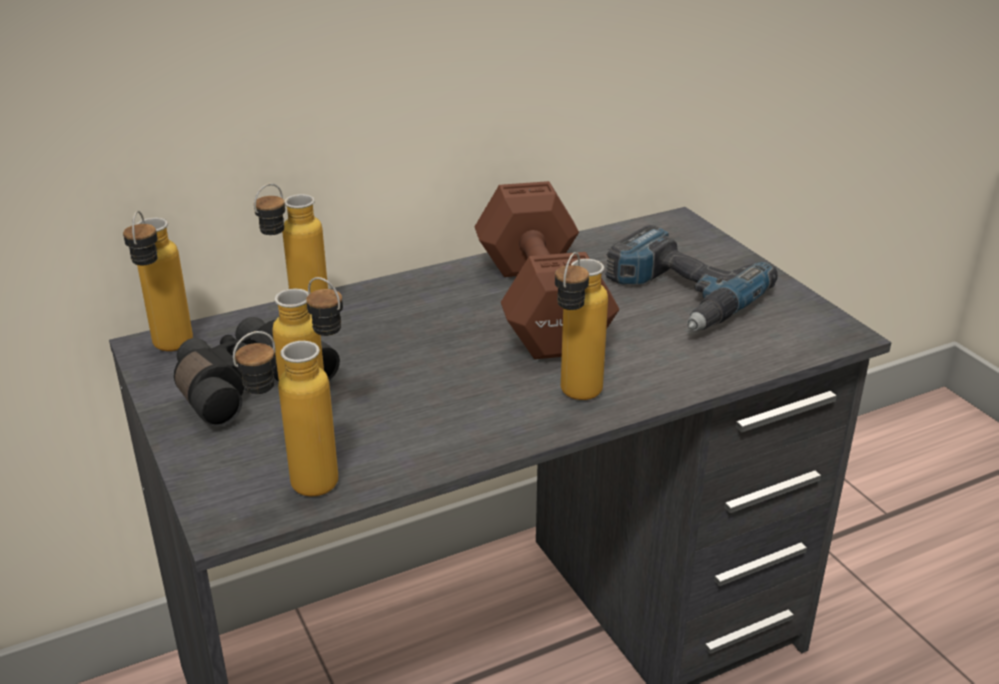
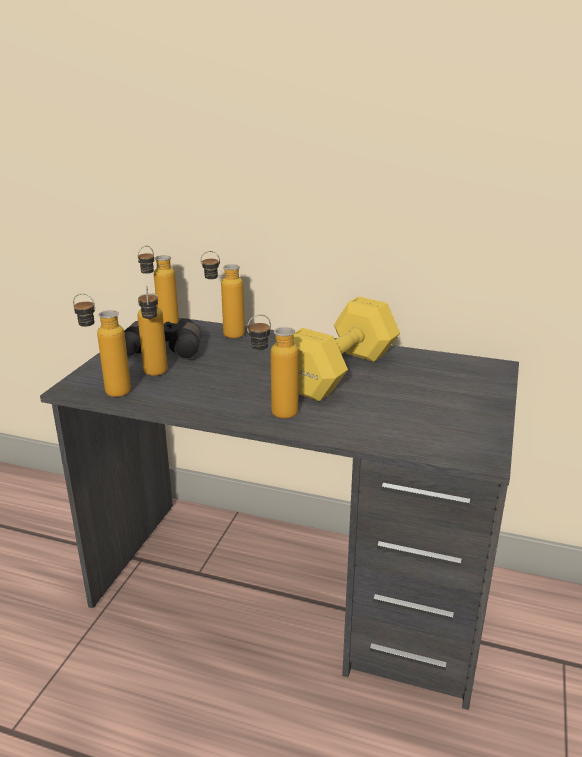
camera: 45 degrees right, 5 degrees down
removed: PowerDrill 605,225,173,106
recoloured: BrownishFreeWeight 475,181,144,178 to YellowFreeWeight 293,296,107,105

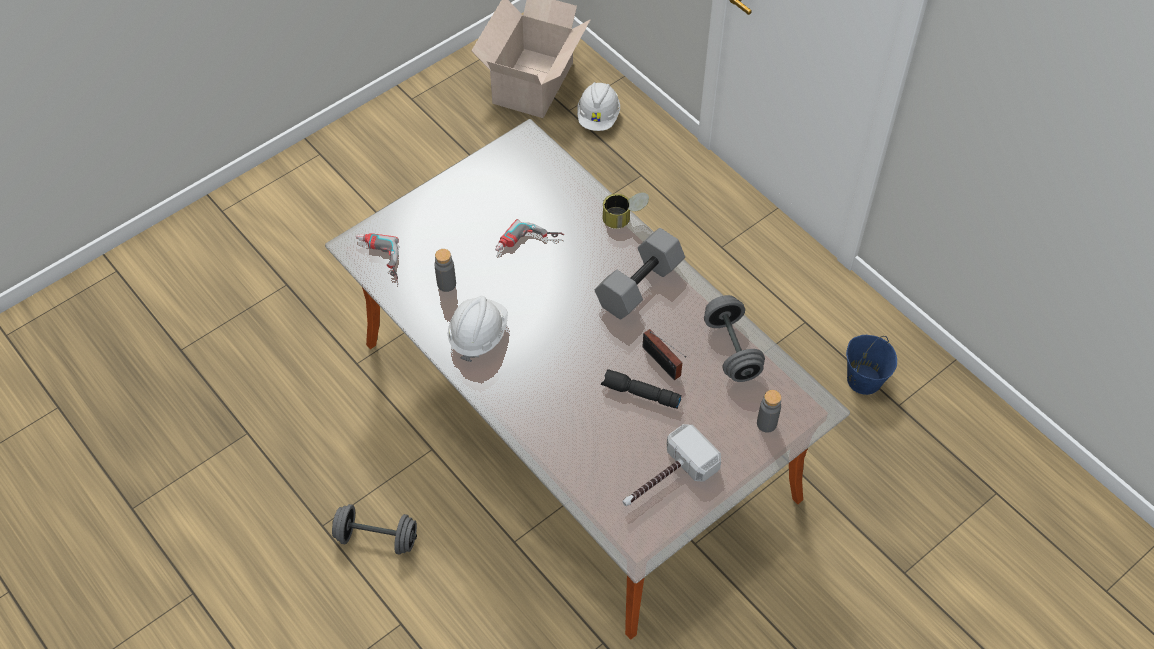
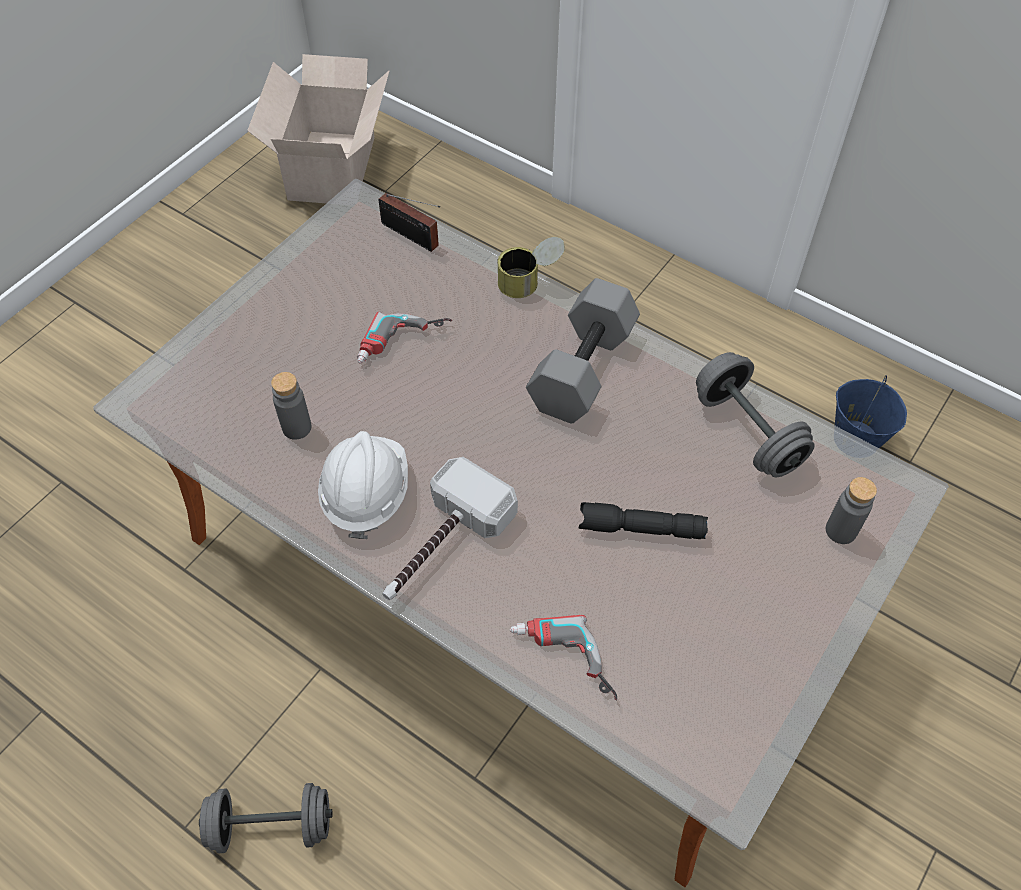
camera: 15 degrees left, 0 degrees up
removed: WhitishHardHat 577,82,43,49
moved: PowerDrill 356,233,43,47 to 510,615,107,85; ToolHammer 622,424,99,82 to 382,457,136,143; Radio 642,329,44,51 to 378,193,62,59

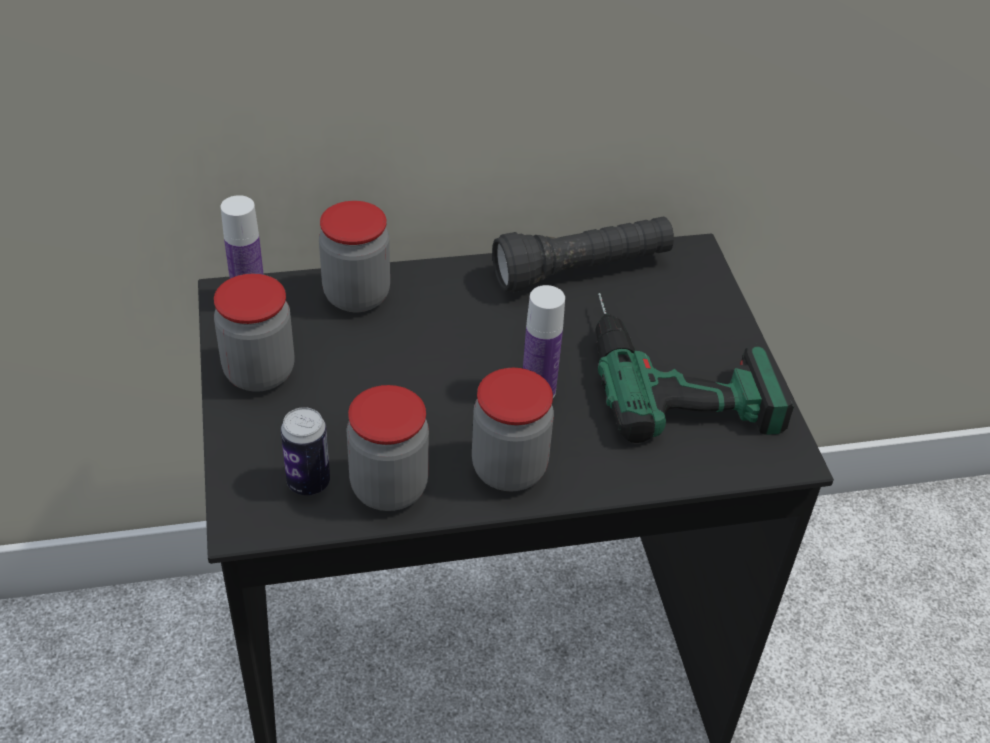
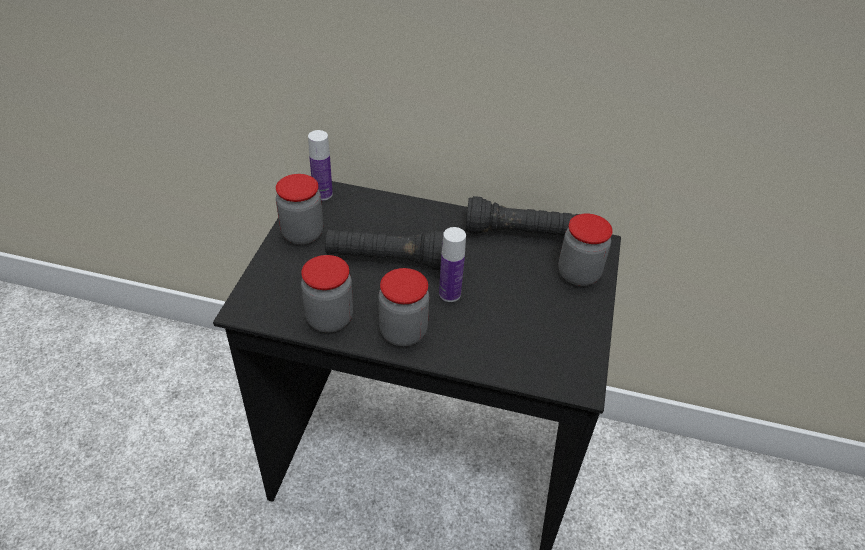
camera: 25 degrees right, 0 degrees up
removed: MetalCan 281,407,49,88; PowerDrill 595,293,199,150
added: BlackColouredTorch 325,230,119,40
moved: Jar 319,201,71,111 to 558,214,55,72

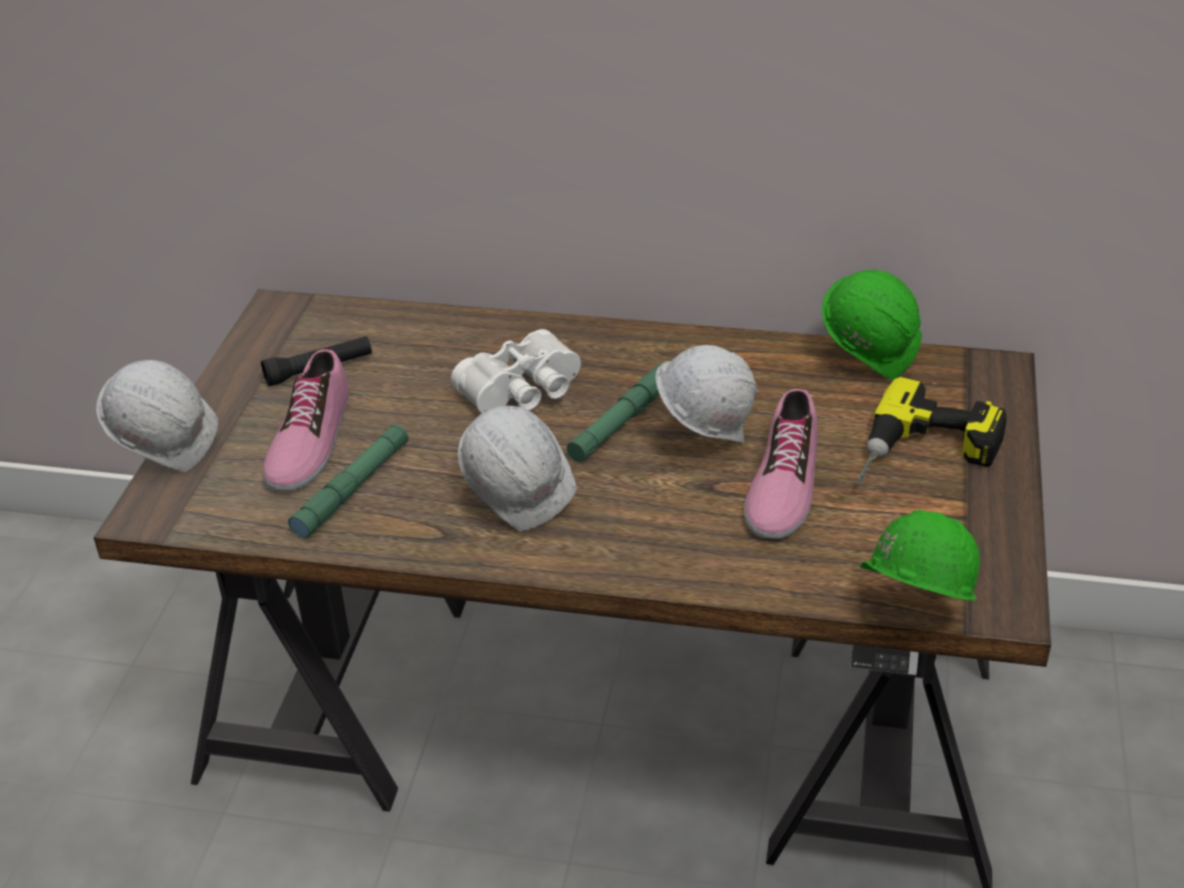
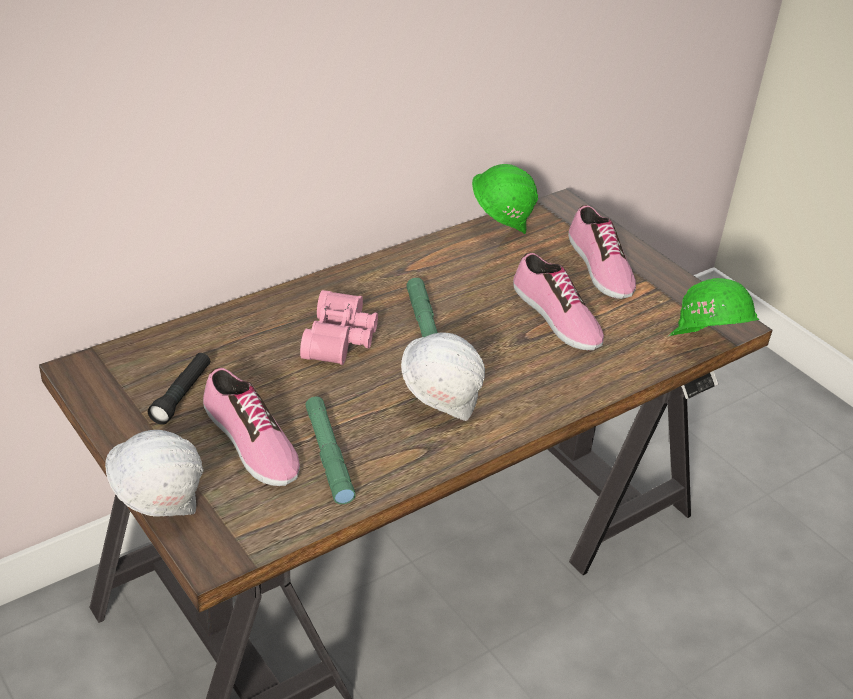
camera: 50 degrees left, 0 degrees up
removed: WhitishHardHat 655,345,103,98
replaced: PowerDrill 855,377,152,109 to ItemOfFootwear 568,205,68,94
recoloured: WhitishBinoculars 451,329,130,84 to PinkishBinoculars 300,290,78,75

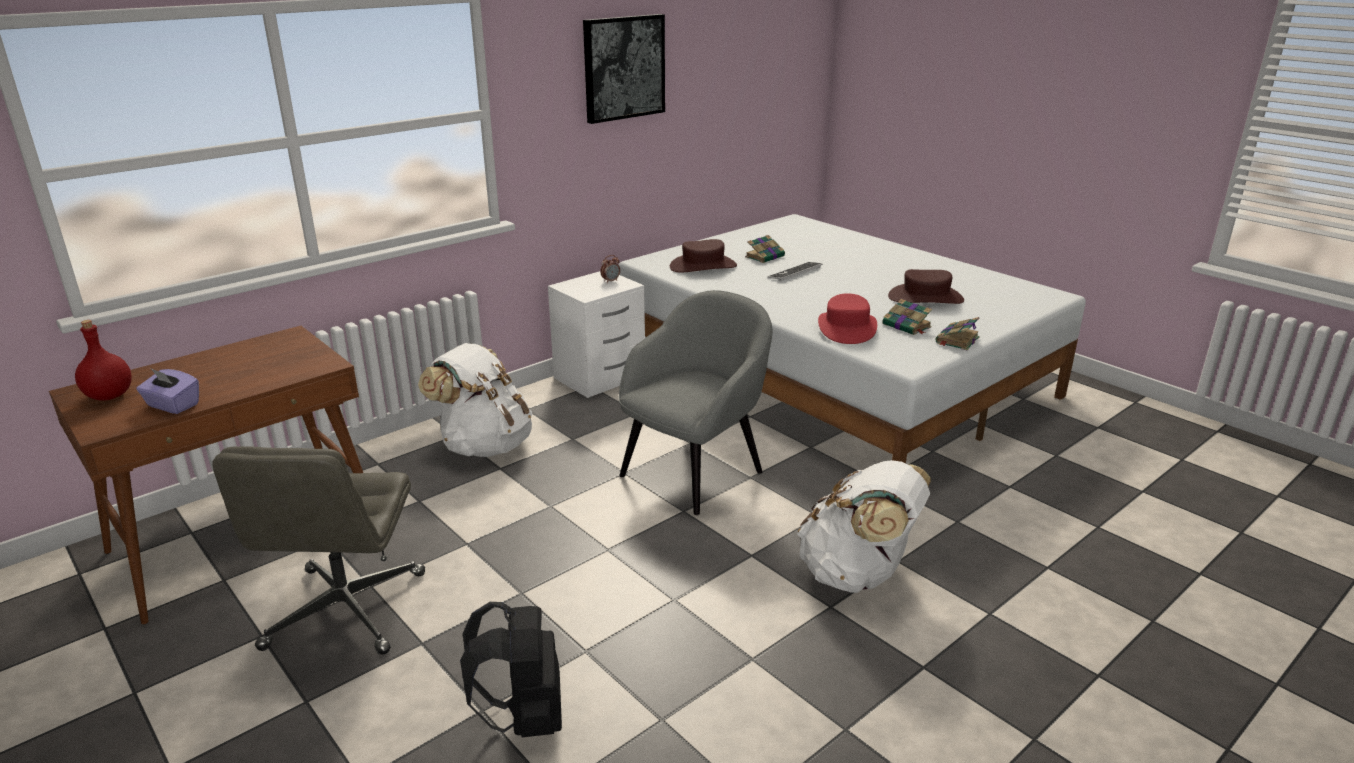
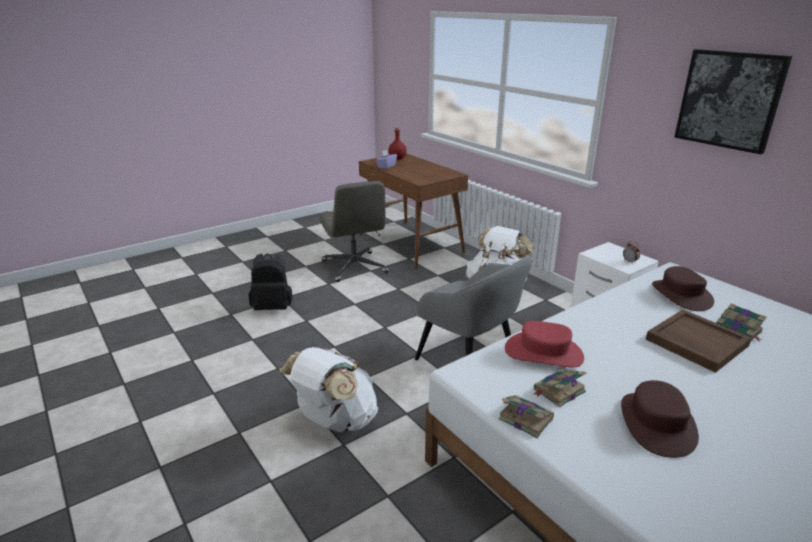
camera: 95 degrees right, 0 degrees up
replaced: Keyboard 767,262,56,19 to BrownishServingTray 646,310,106,63
turned: GreyComputerChair 212,446,213,209 = 319,181,70,101 120 degrees counterclockwise

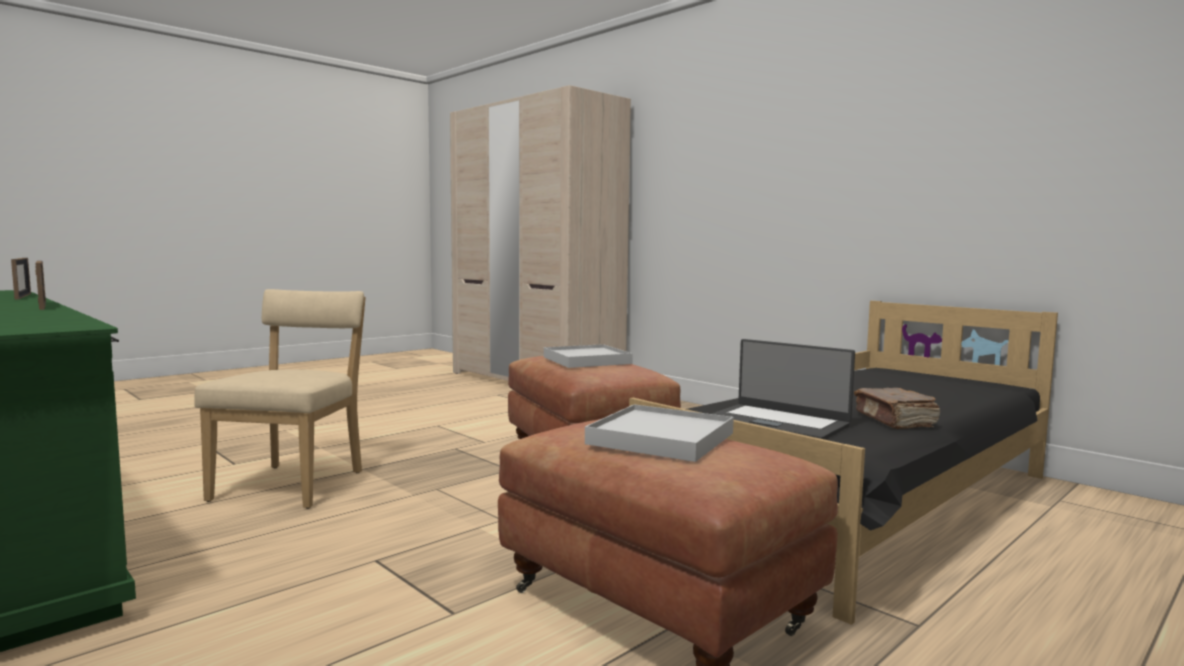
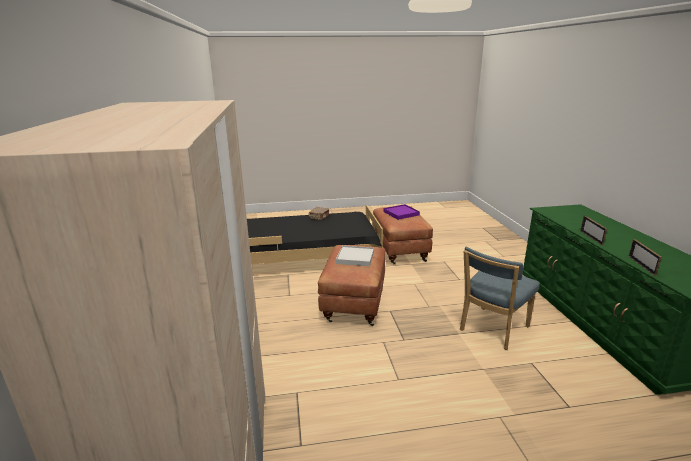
camera: 145 degrees left, 15 degrees up
removed: PortableComputer 712,339,143,101
recoloured: BeigeColouredPlainChair 194,289,172,220 to BlueColouredPlainChair 460,247,80,103; WhitishServingTray 585,404,149,58 to PurplishServingTray 384,204,36,16

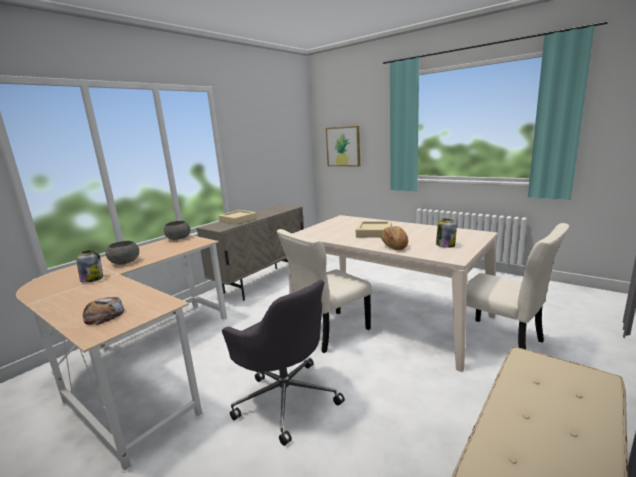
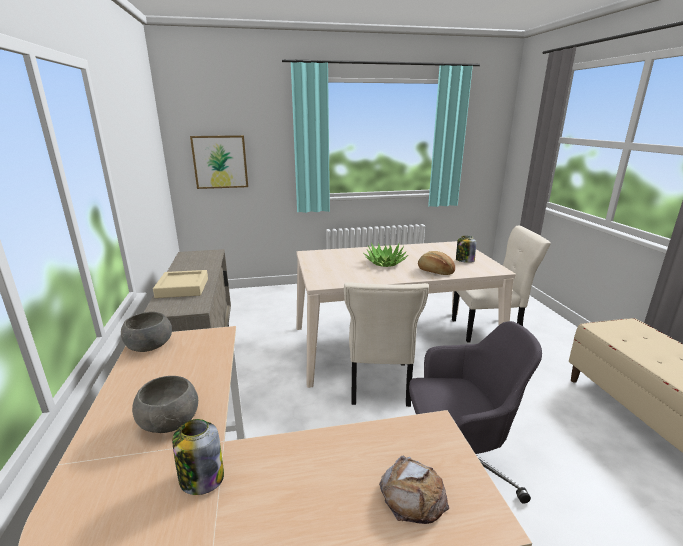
camera: 50 degrees left, 5 degrees up
replaced: BeigeColouredServingTray 356,221,36,17 to PottedPlant 364,243,44,24

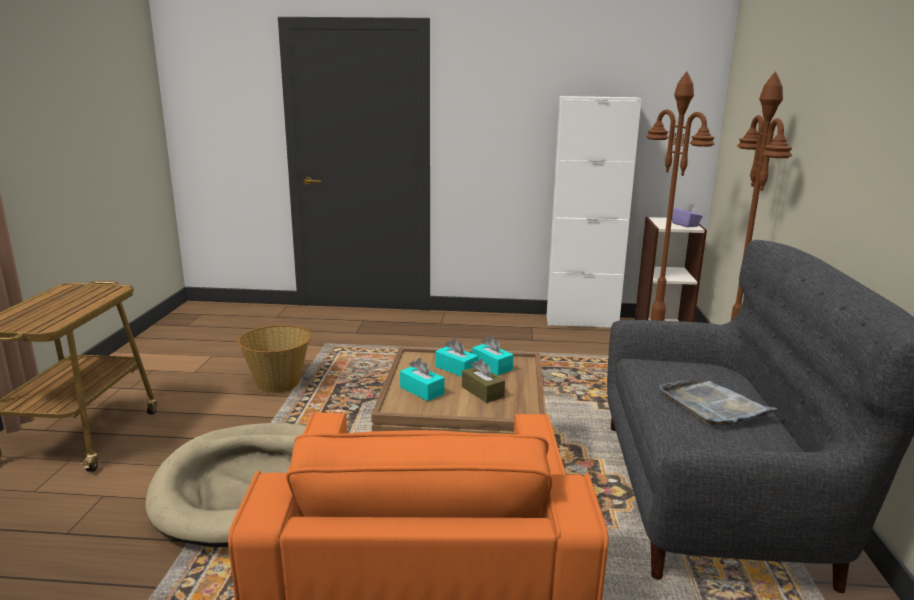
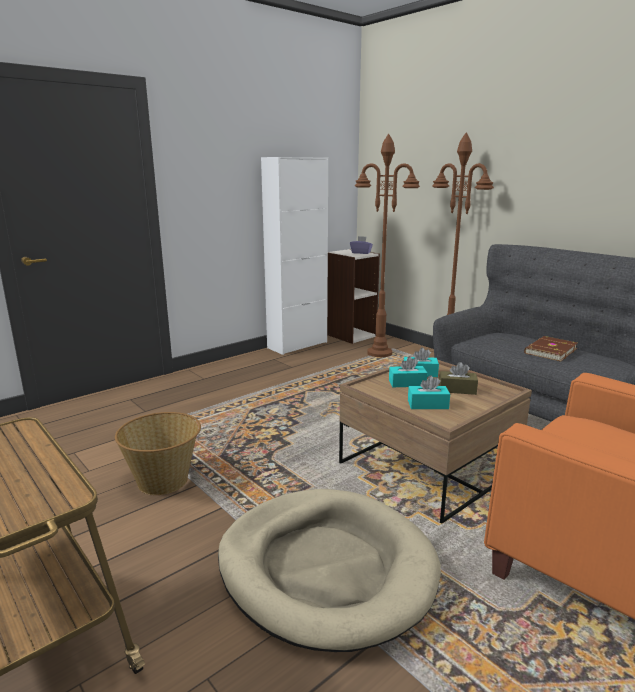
camera: 45 degrees left, 0 degrees up
replaced: GreyServingTray 659,379,118,47 to BrownishBoundBook 524,336,53,26

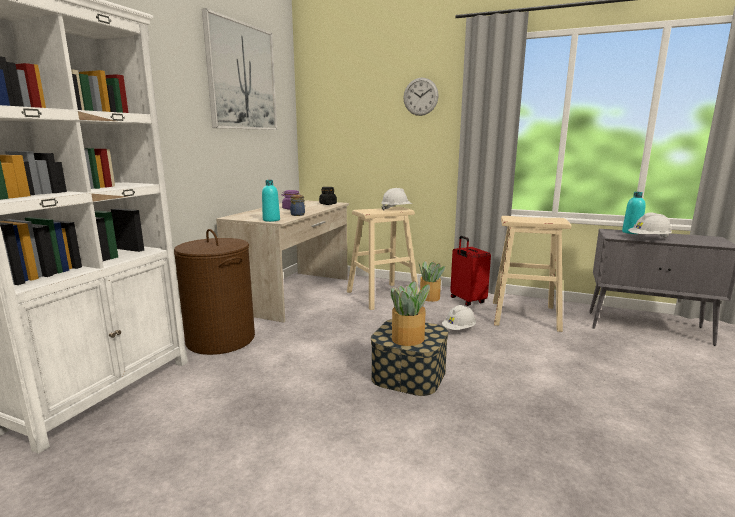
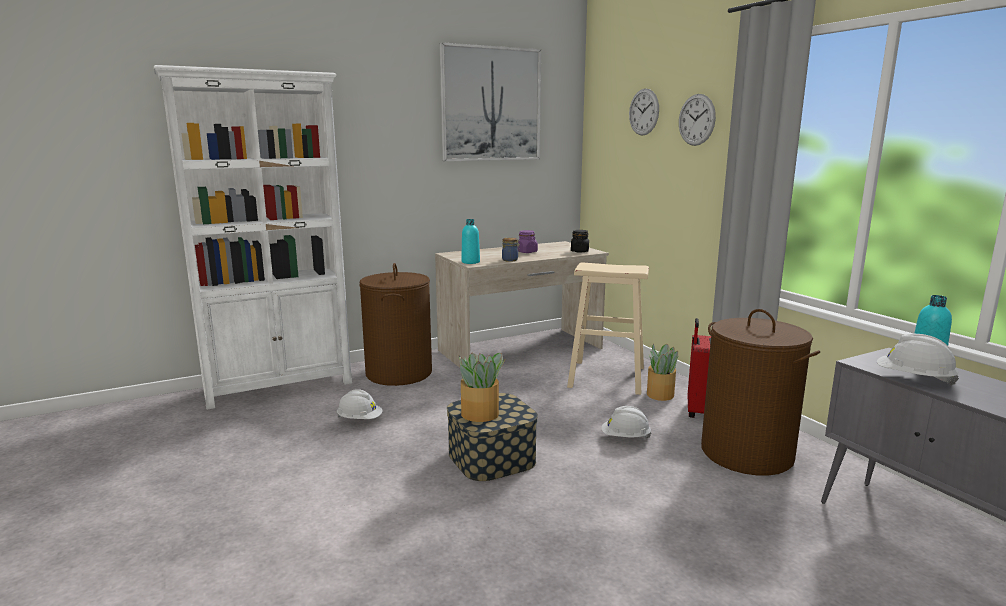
camera: 40 degrees right, 0 degrees up
added: ClockOnTheWall 629,89,30,47
moved: WhitishHardHat 381,188,31,23 to 337,389,46,30
replaced: BeigeColouredSittingStool 493,216,78,116 to BrownishHamper 701,309,119,167

